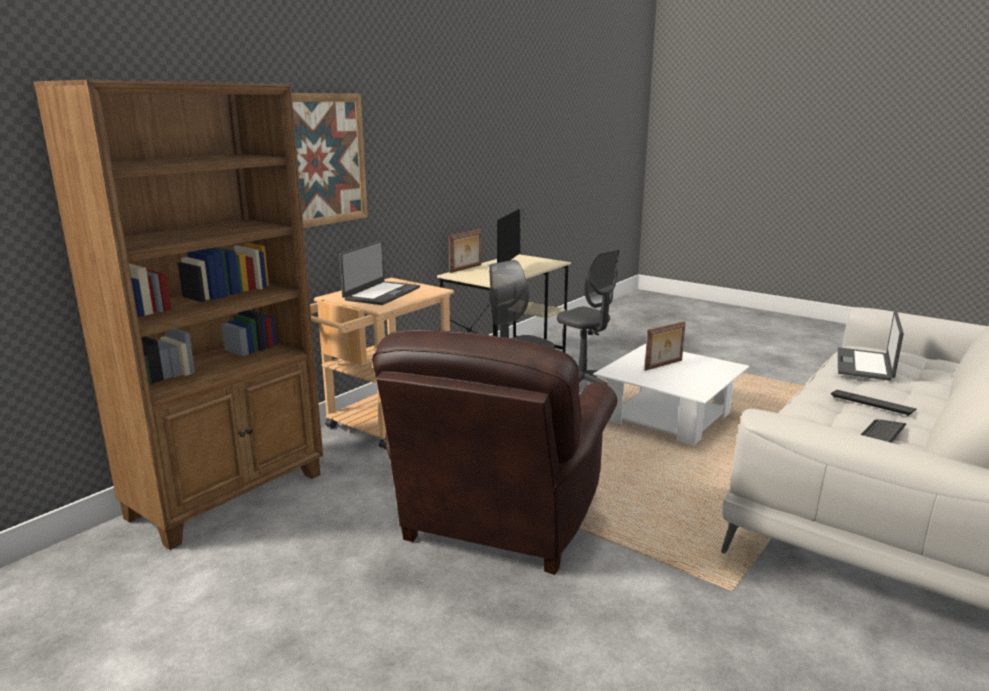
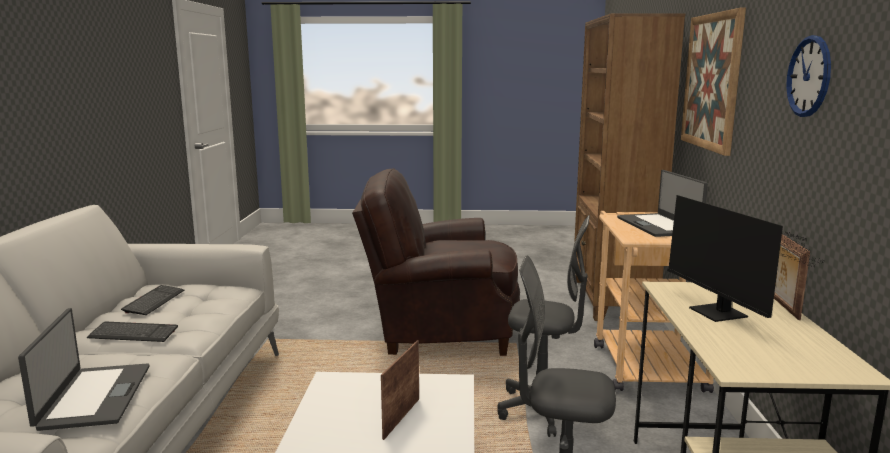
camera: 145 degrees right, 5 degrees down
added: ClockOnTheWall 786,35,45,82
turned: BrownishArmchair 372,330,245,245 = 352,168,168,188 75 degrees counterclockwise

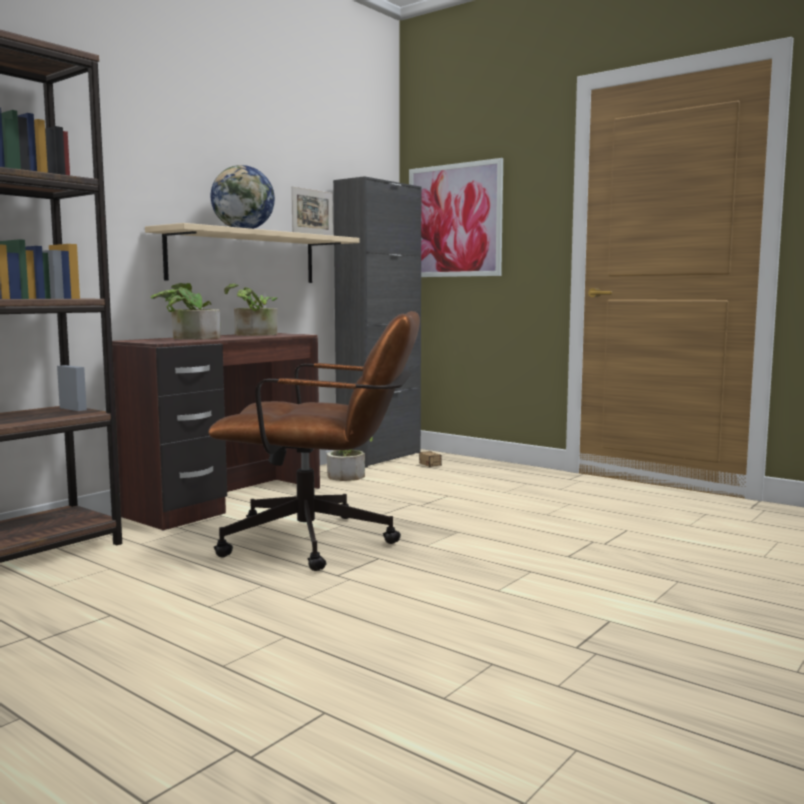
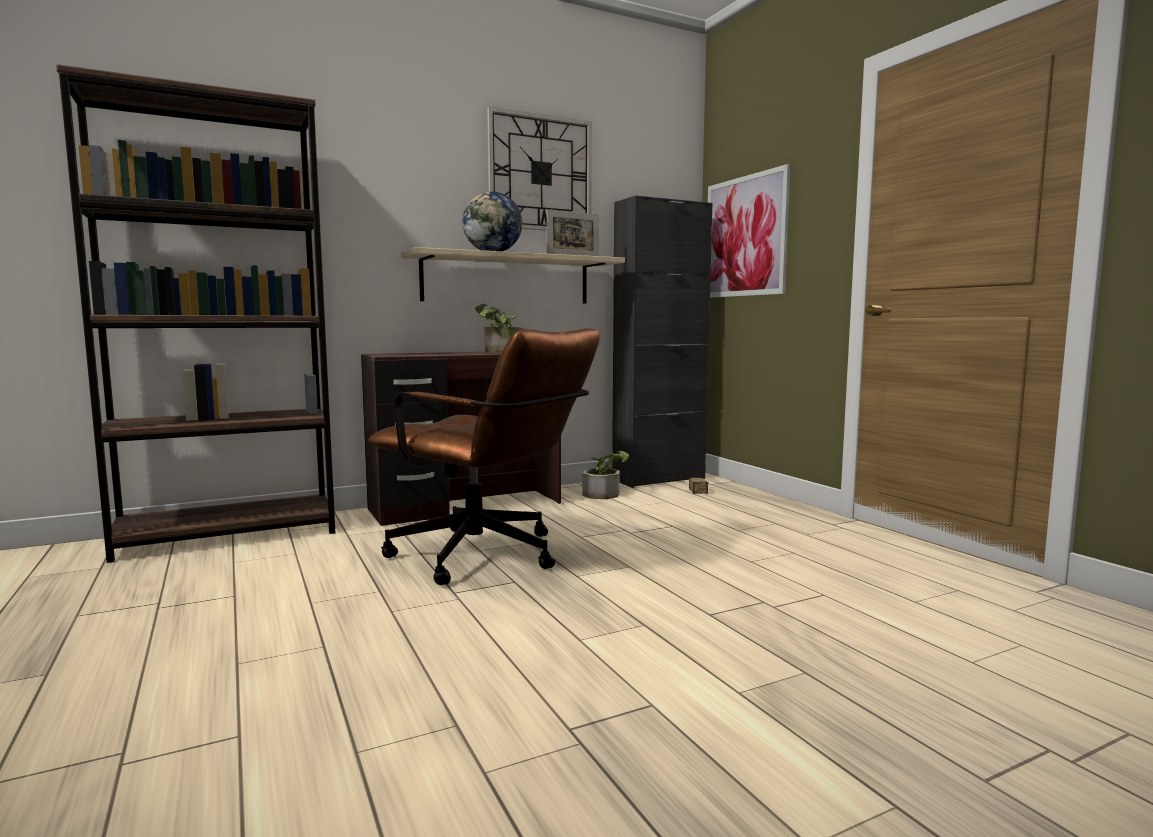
camera: 25 degrees right, 0 degrees up
removed: PottedPlant 151,283,69,57
added: ClockOnTheWall 487,107,105,124

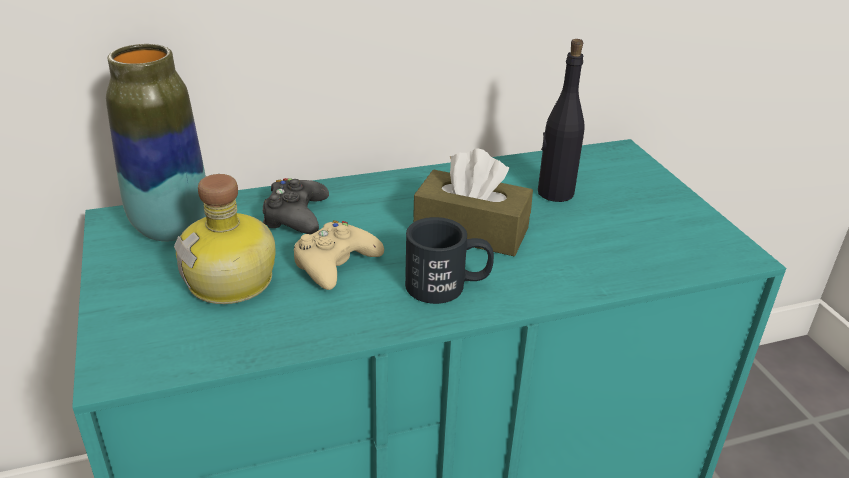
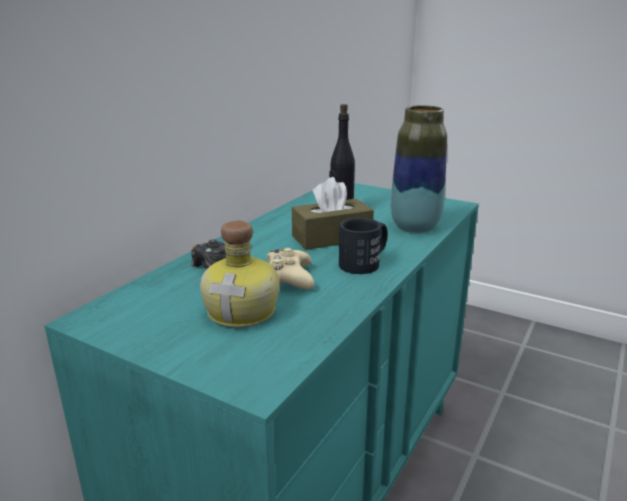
camera: 40 degrees left, 10 degrees down
moved: DecorativeVase 106,44,100,197 to 390,105,57,128

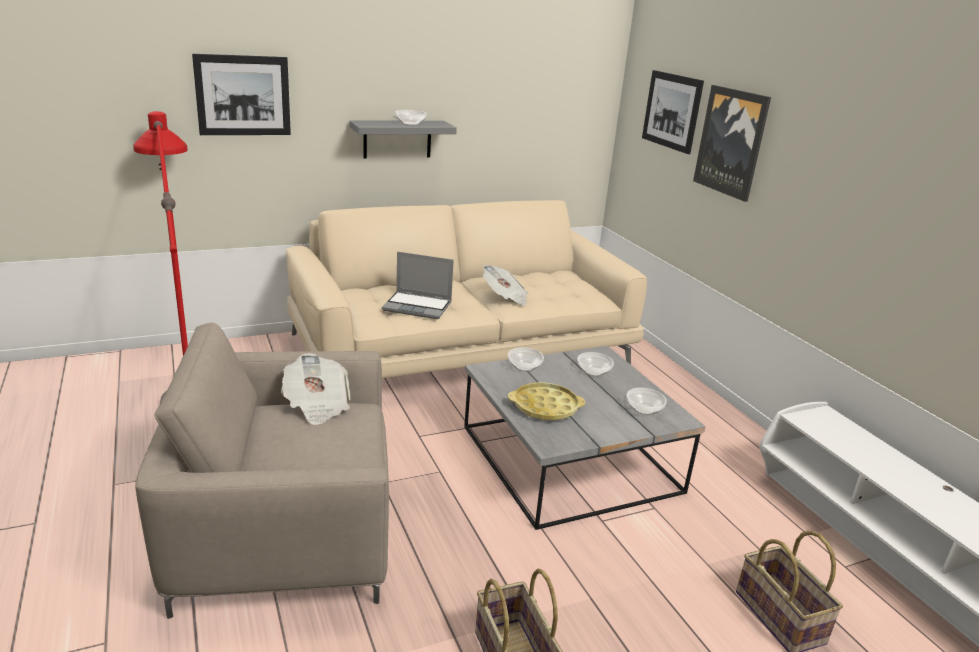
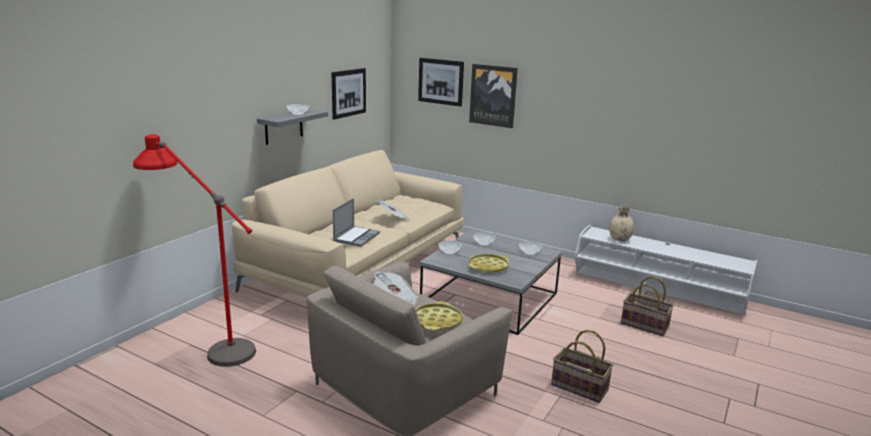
camera: 35 degrees left, 5 degrees down
added: YellowServingTray 416,301,47,31; BeigeColouredDecorativeVase 609,207,25,34
moved: Picture 192,54,99,81 to 332,68,34,52
turned: PortableComputer 382,252,72,67 = 333,198,47,49 45 degrees counterclockwise

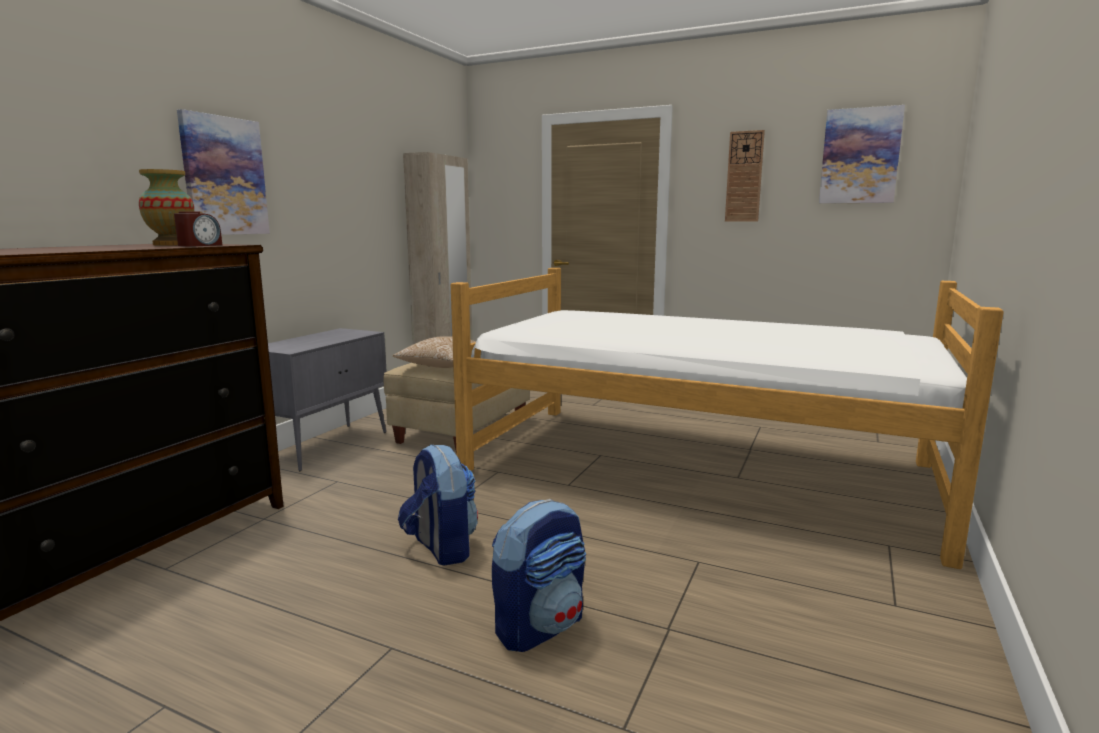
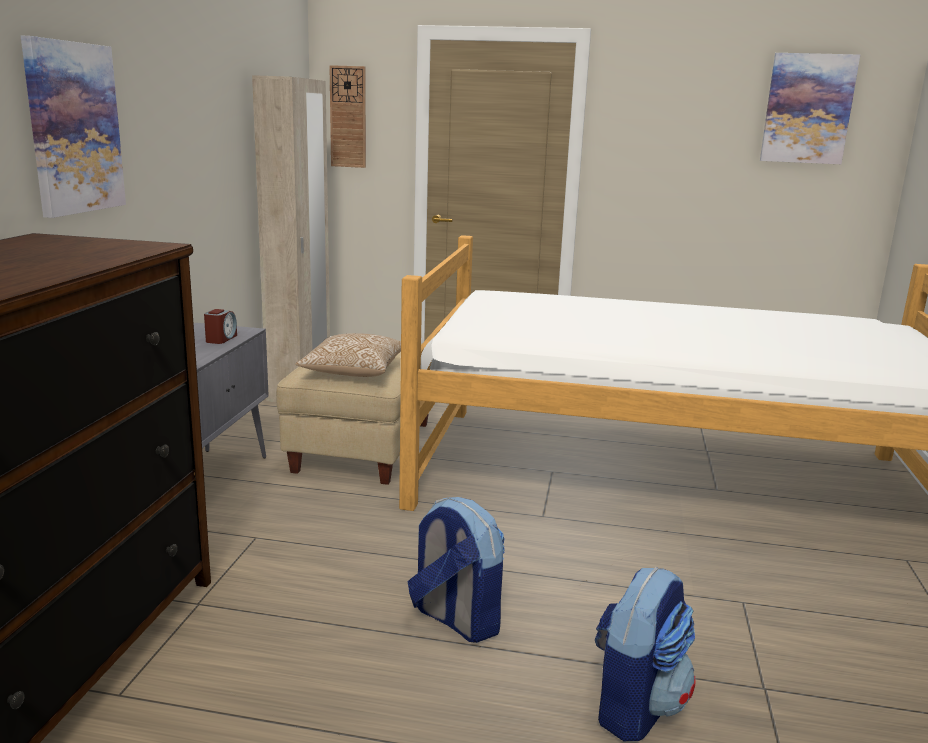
camera: 15 degrees left, 5 degrees up
removed: DecorativeVase 139,169,55,77
moved: BedsideClock 174,211,48,36 to 204,309,33,35; ClockOnTheWall 725,130,40,92 to 329,65,37,103

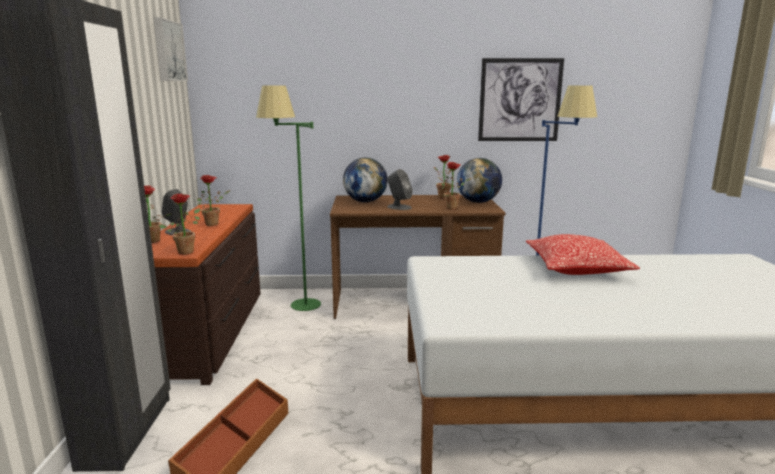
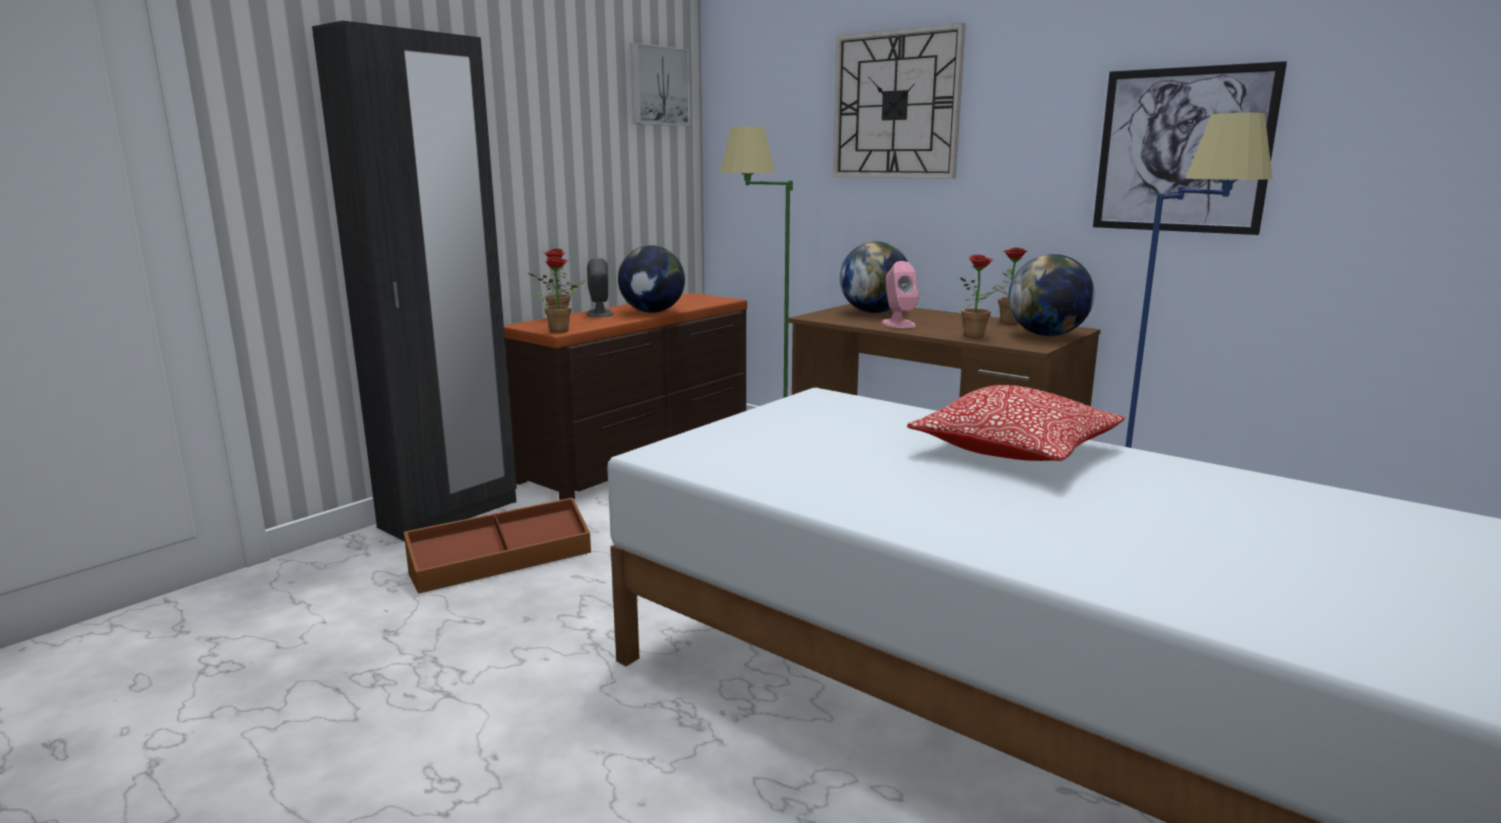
camera: 40 degrees right, 0 degrees up
added: ClockOnTheWall 833,23,133,156
replaced: PottedPlant 197,175,34,51 to WorldGlobe 618,245,67,68
recoloured: GreySpeaker 387,169,26,41 to PinkishSpeaker 882,261,37,67

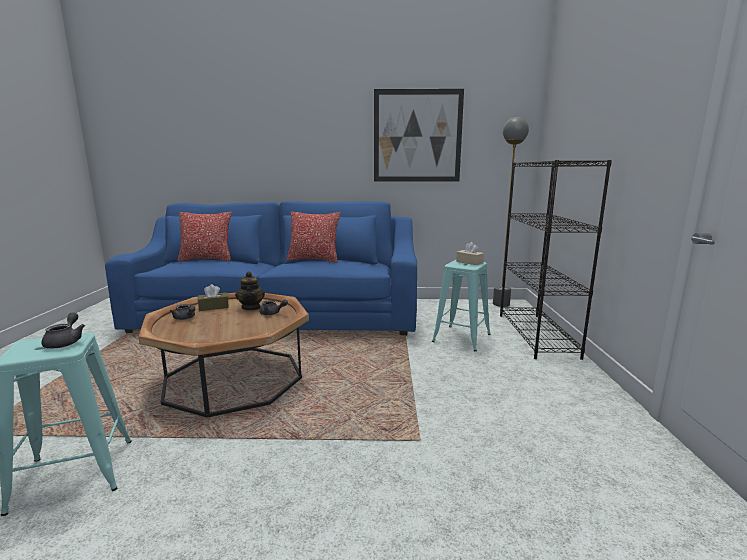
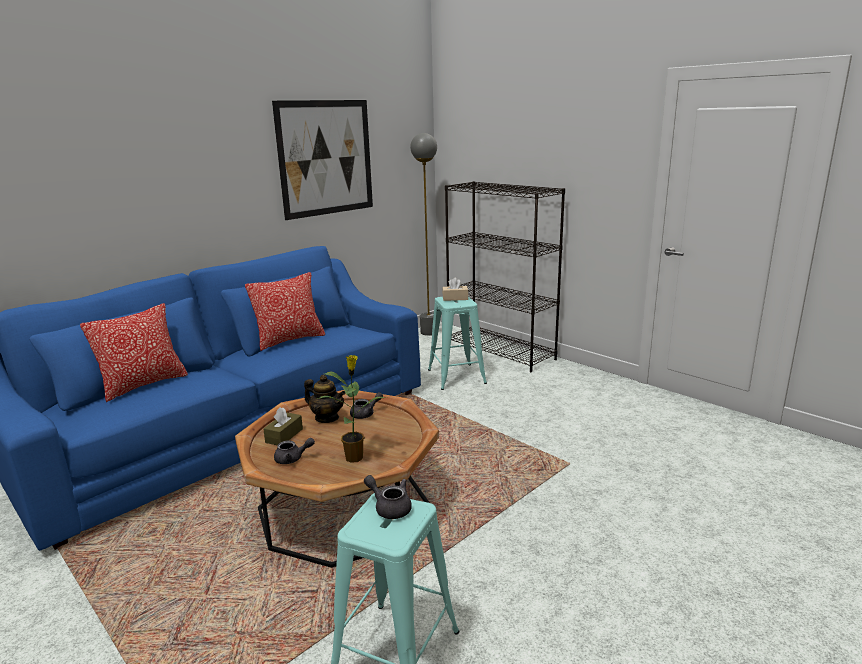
camera: 45 degrees left, 5 degrees up
added: PottedPlant 317,355,71,108

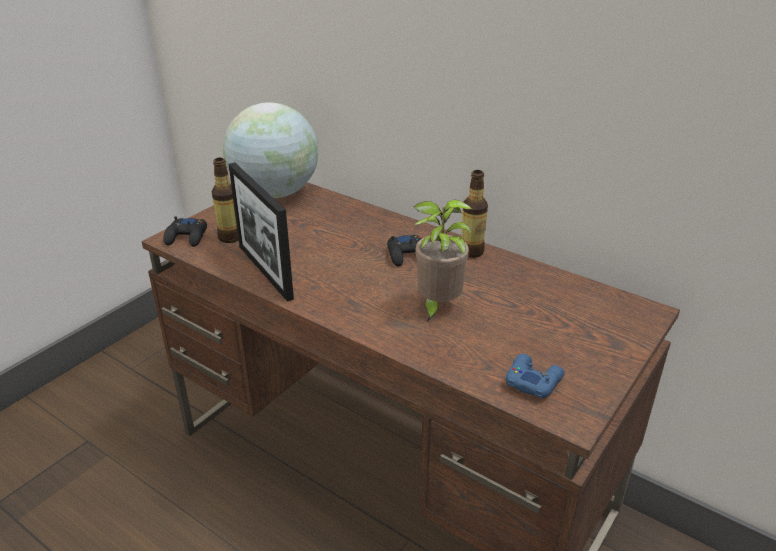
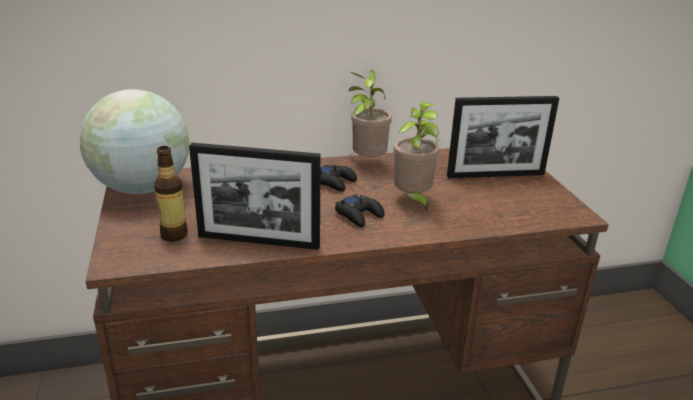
camera: 50 degrees left, 5 degrees down
removed: BlueColouredGamepad 506,354,58,44
added: StandingFrame 447,96,112,82
moved: BlackColouredGamepad 164,216,43,31 to 335,194,50,33
replaced: DrinkBottle 462,170,26,88 to PottedPlant 349,70,43,87

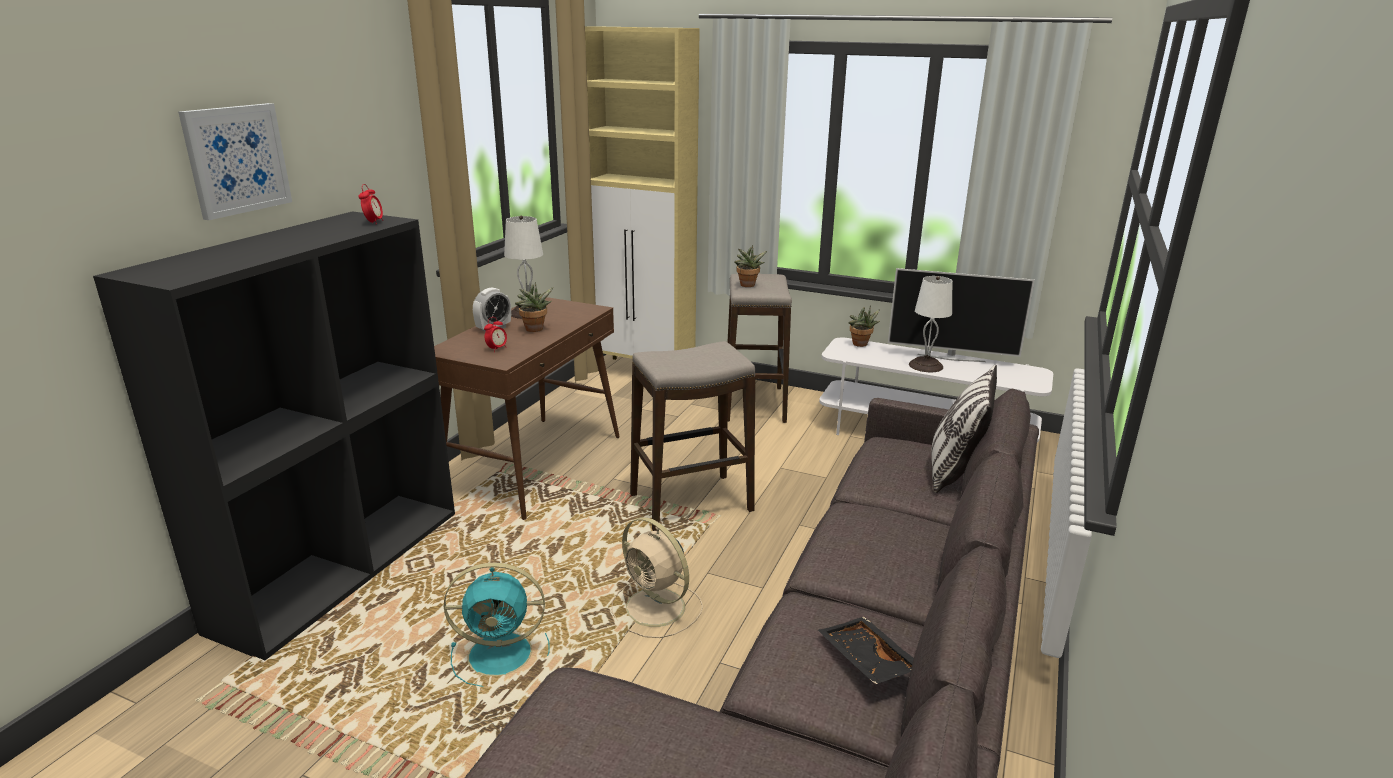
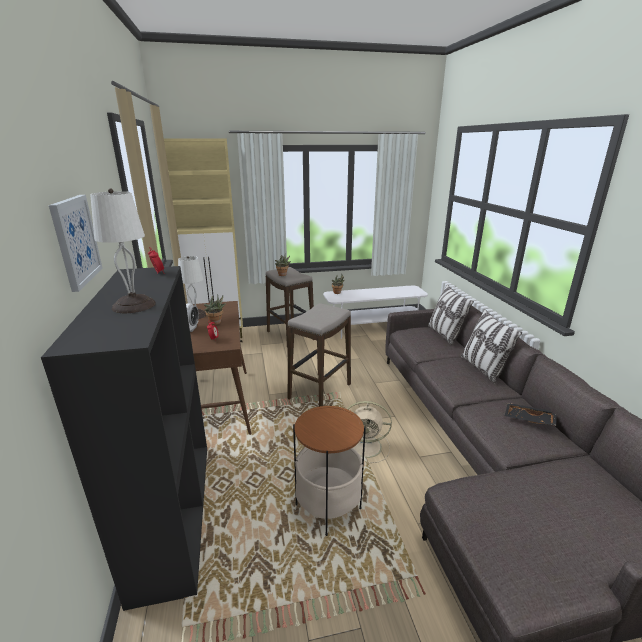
camera: 35 degrees left, 0 degrees up
removed: Tv 888,268,147,94
added: Cushion 461,309,61,75
moved: WhitishTabletopLamp 909,276,43,96 to 90,188,66,125
replaced: TurquoiseColouredFan 443,562,107,125 to AccentTable 293,405,73,131

